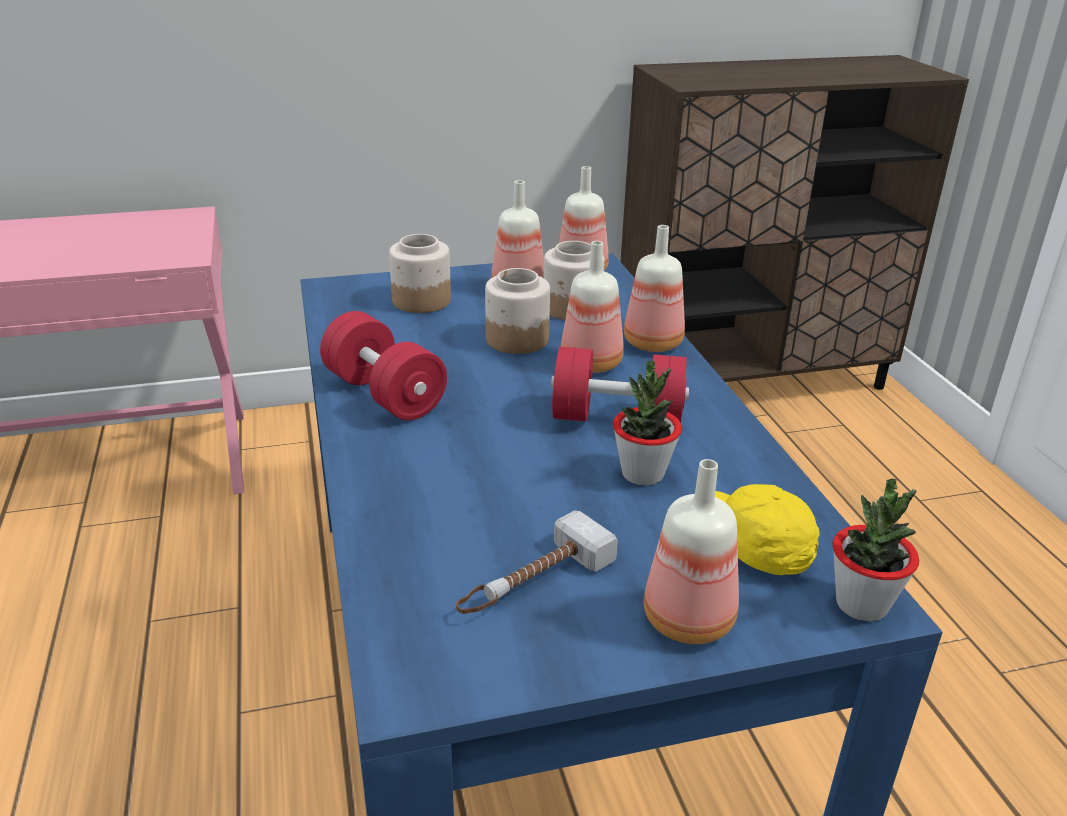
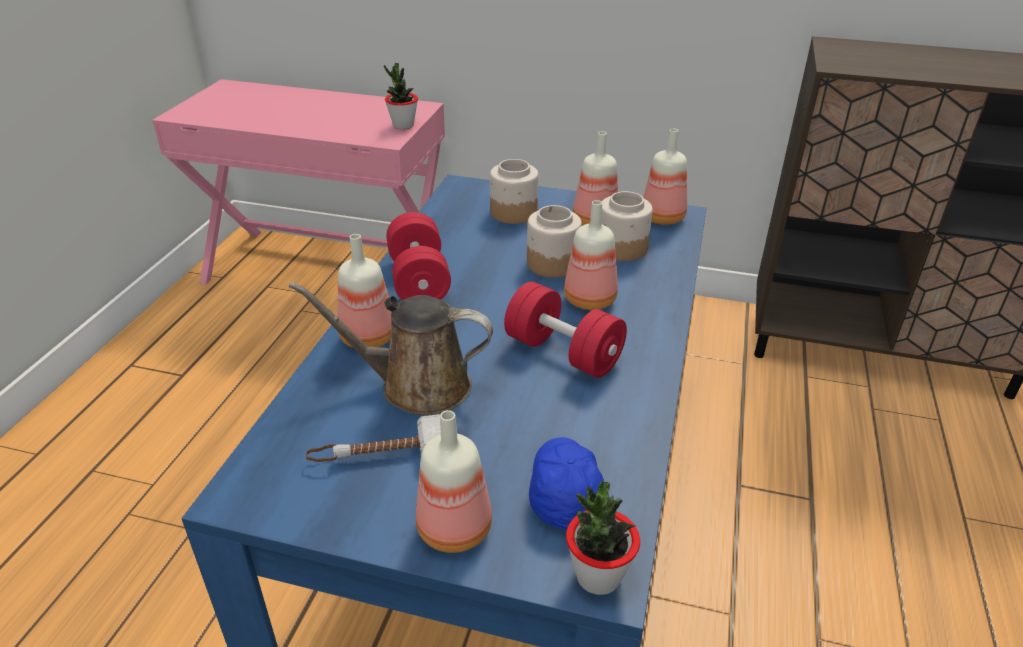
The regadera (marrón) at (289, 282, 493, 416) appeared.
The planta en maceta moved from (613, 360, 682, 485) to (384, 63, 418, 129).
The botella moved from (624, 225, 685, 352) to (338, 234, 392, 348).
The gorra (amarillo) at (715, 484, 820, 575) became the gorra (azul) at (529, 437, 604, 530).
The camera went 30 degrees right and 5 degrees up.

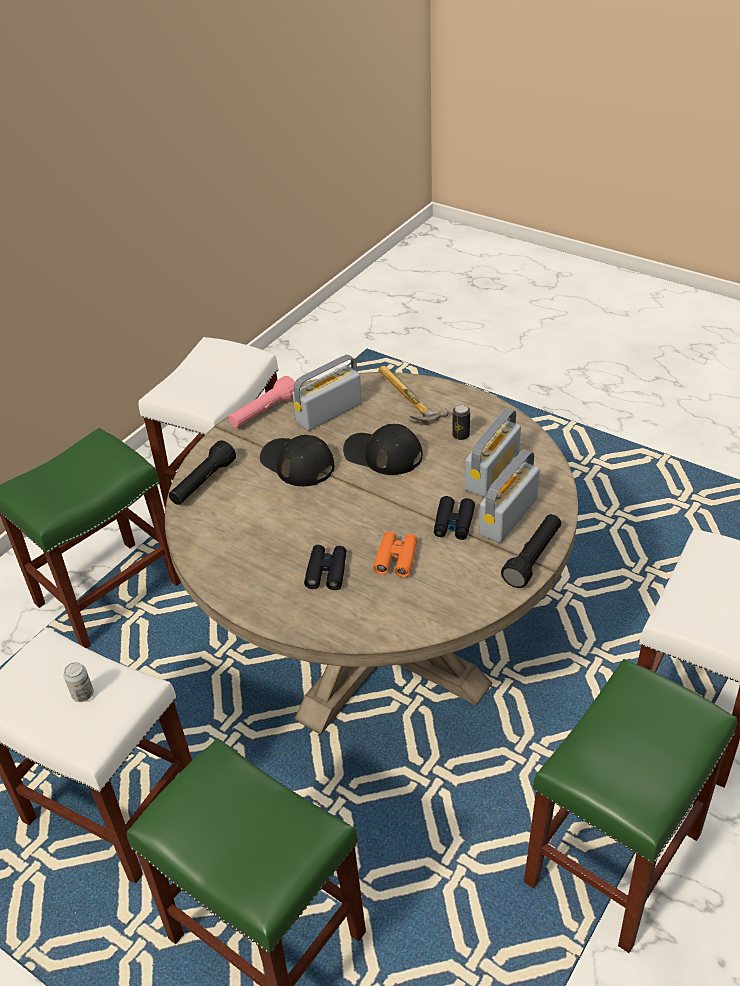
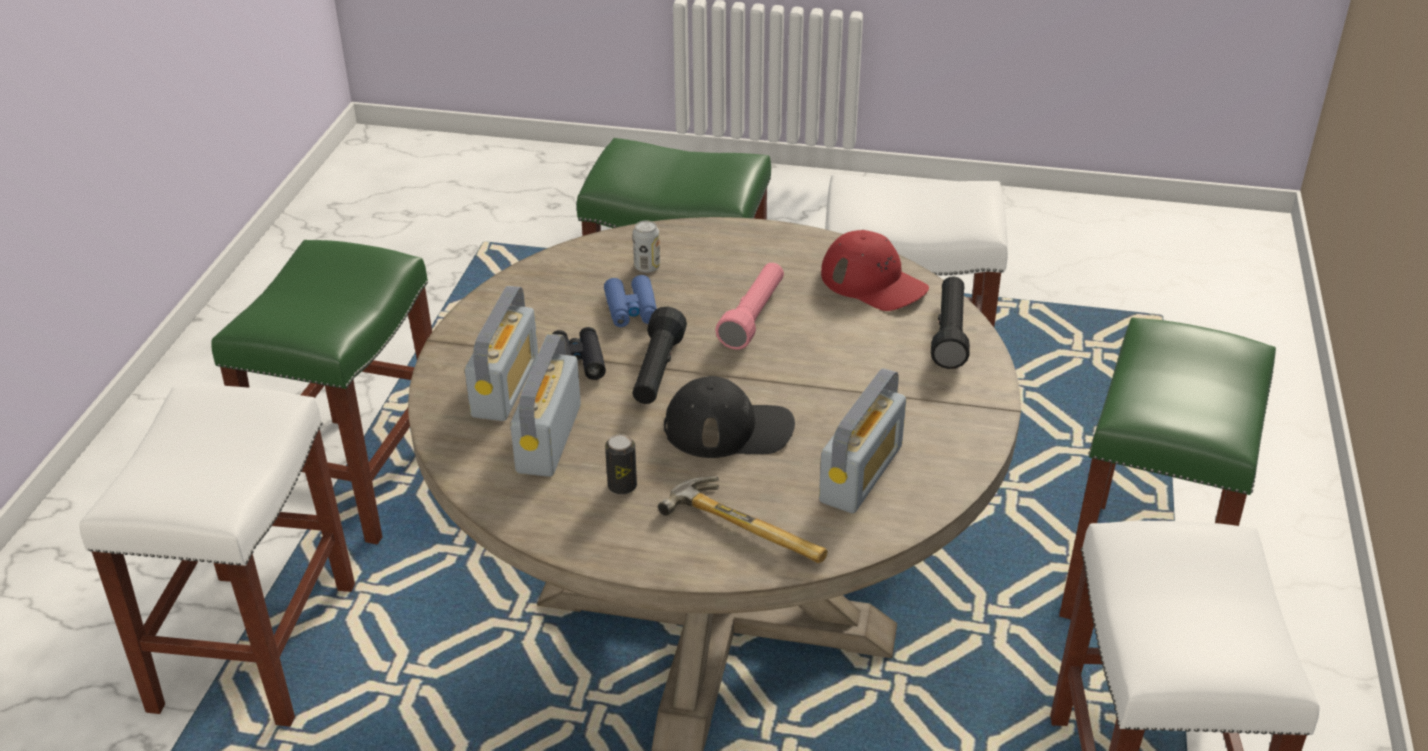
The gorra (negro) at (260, 435, 334, 486) disappeared.
The prismáticos (negro) at (304, 545, 346, 590) disappeared.
The gorra (rojo) at (821, 230, 929, 311) appeared.
The lata moved from (63, 662, 94, 702) to (633, 220, 660, 273).
The linterna (rosa) moved from (228, 376, 295, 428) to (715, 263, 784, 350).
The linterna (negro) moved from (501, 514, 561, 588) to (632, 307, 687, 404).
The prismáticos (naranja) at (373, 531, 417, 577) became the prismáticos (azul) at (604, 275, 657, 327).
The camera went 155 degrees right and 5 degrees down.

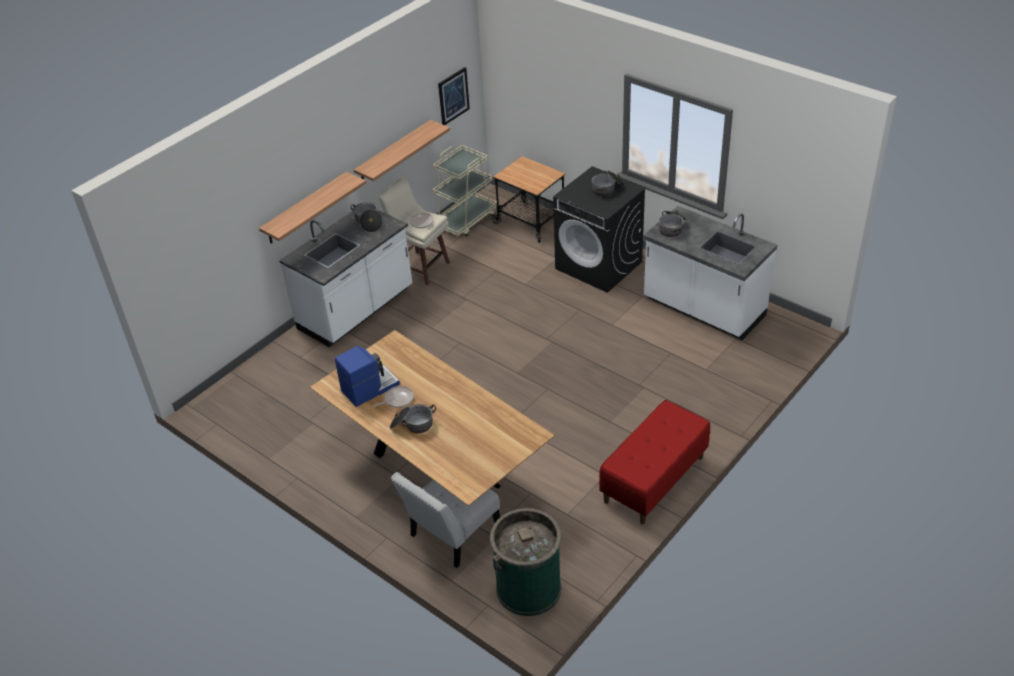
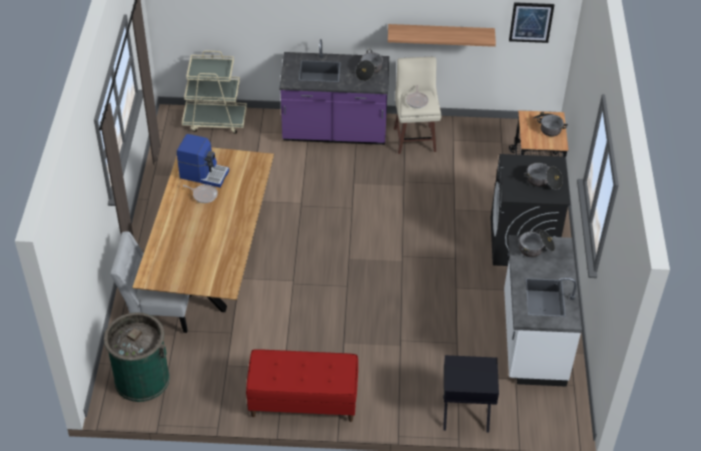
The estante at (259, 172, 366, 243) disappeared.
The mesita de noche (negro) at (443, 355, 499, 433) appeared.
The olla moved from (390, 404, 436, 433) to (532, 112, 568, 137).
The carrito (beis) moved from (433, 145, 497, 236) to (182, 51, 247, 134).
The mueble bajo de cocina (blanco) at (279, 210, 412, 347) became the mueble bajo de cocina (morado) at (279, 39, 389, 145).
The camera went 50 degrees right and 5 degrees up.

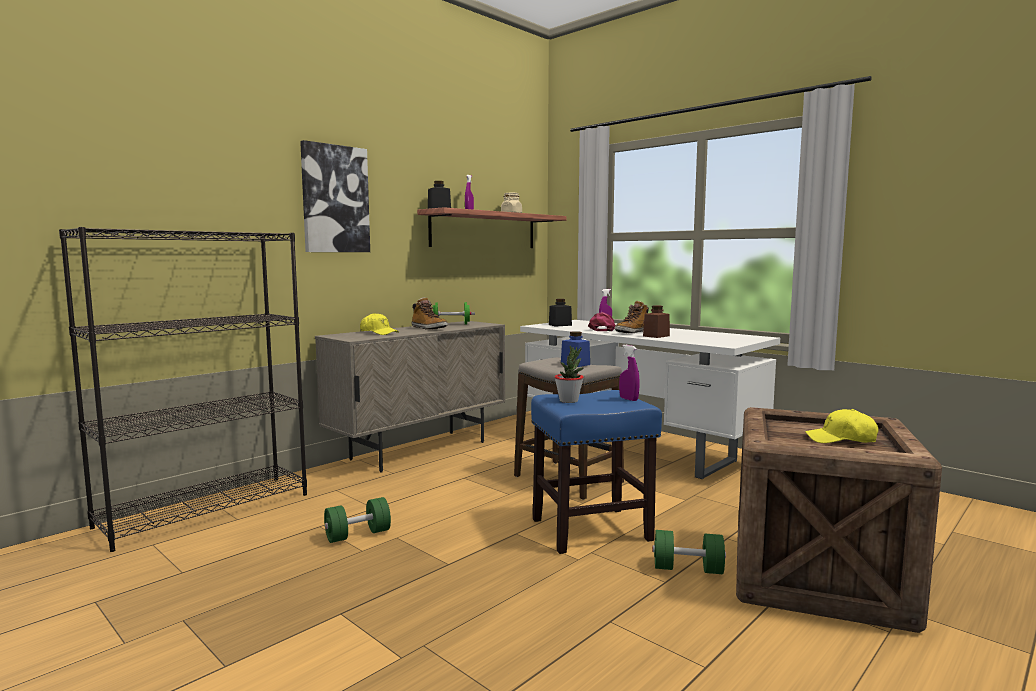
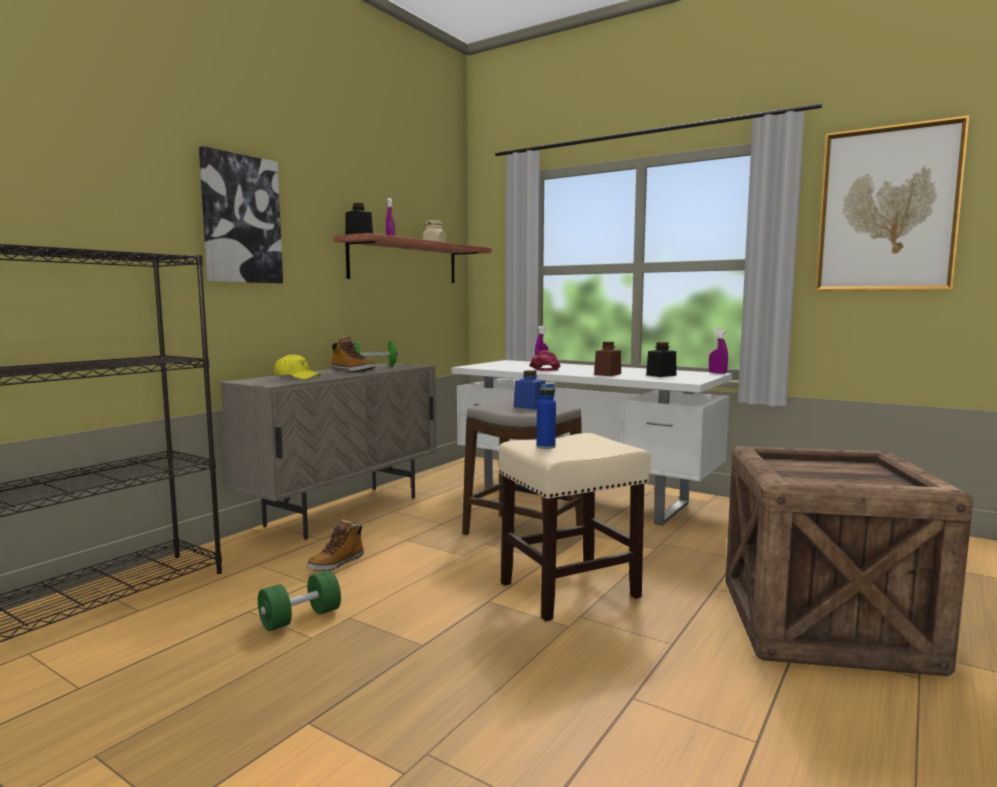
The mancuerna (verde) at (653, 530, 726, 574) disappeared.
The gorra (amarillo) at (805, 409, 878, 443) disappeared.
The cuadro at (815, 115, 970, 291) appeared.
The tarro (negro) moved from (549, 299, 572, 327) to (646, 342, 676, 377).
The bota moved from (615, 300, 649, 333) to (307, 519, 364, 571).
The pulverizador (morado) moved from (619, 345, 640, 401) to (709, 329, 728, 374).
The planta en maceta at (555, 346, 584, 403) was replaced by the botella (azul) at (537, 384, 556, 449).
The taburete (azul) at (531, 390, 662, 554) became the taburete (beis) at (499, 433, 650, 621).
The camera went 10 degrees left and 0 degrees up.

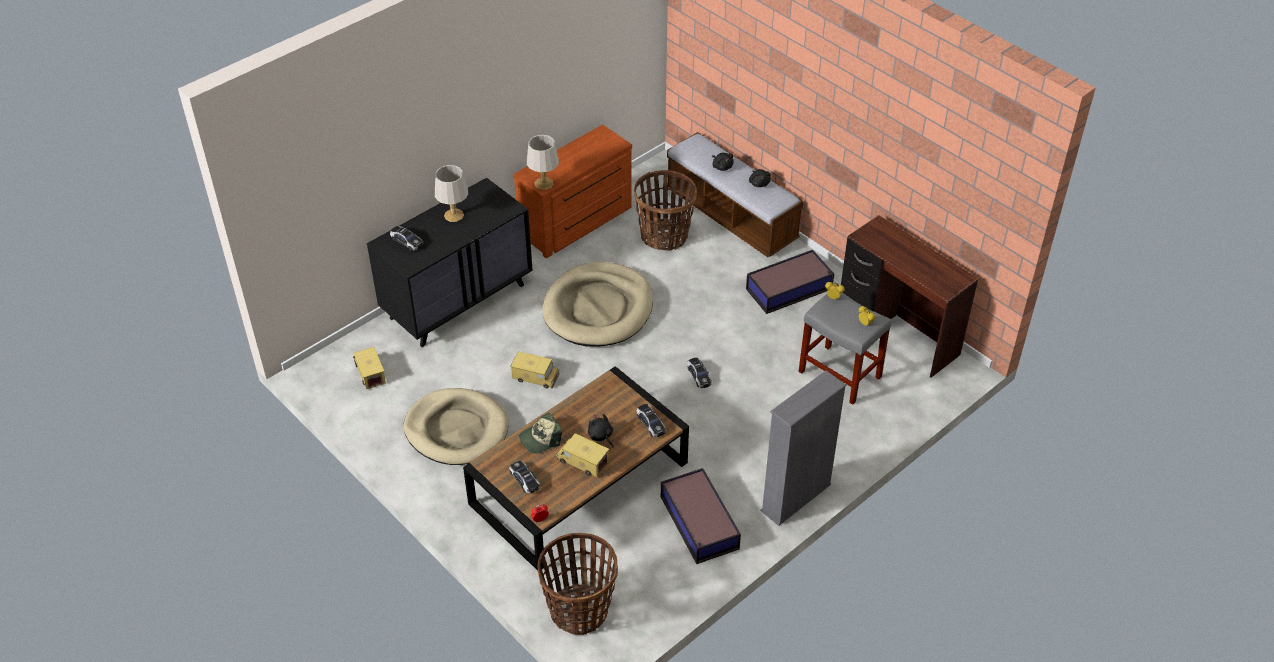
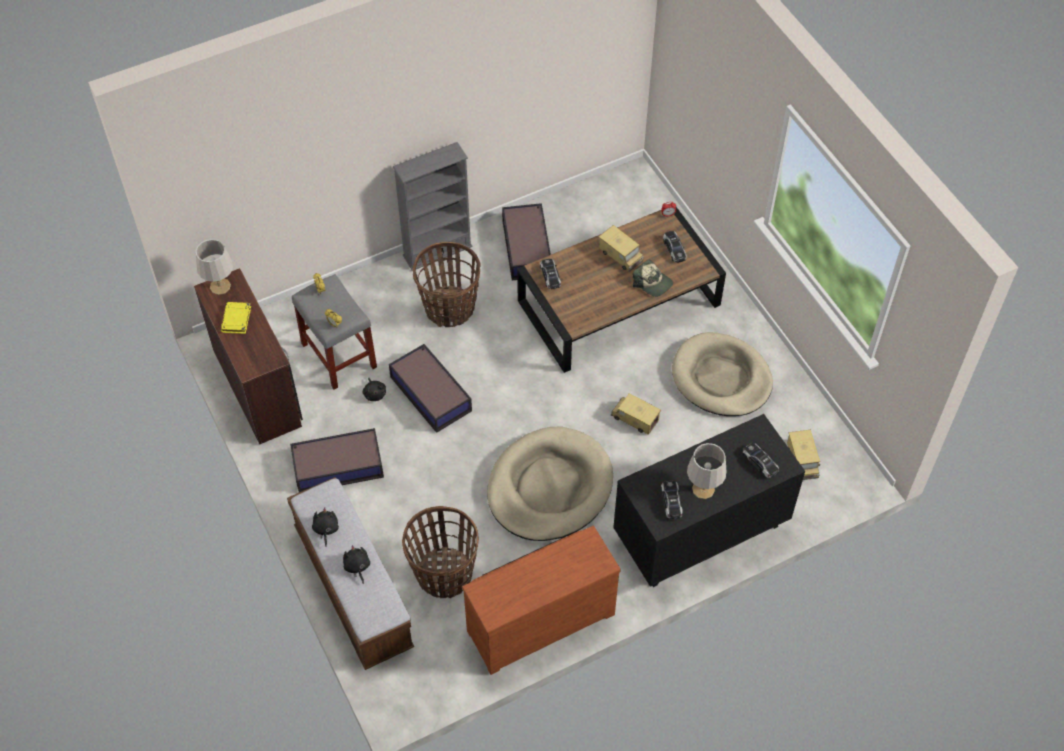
The libro (amarillo) at (221, 302, 251, 334) appeared.
The caja de almacenaje at (389, 344, 472, 433) appeared.
The lámpara de mesa (gris) moved from (527, 135, 559, 190) to (196, 239, 233, 295).
The cesta moved from (538, 533, 618, 635) to (413, 242, 481, 327).
The peluche (negro) moved from (588, 414, 613, 448) to (363, 378, 386, 401).
The coche de juguete moved from (687, 358, 712, 388) to (661, 480, 683, 519).
The gorra at (519, 413, 562, 454) turned 60 degrees clockwise.
The camera went 165 degrees left and 10 degrees up.

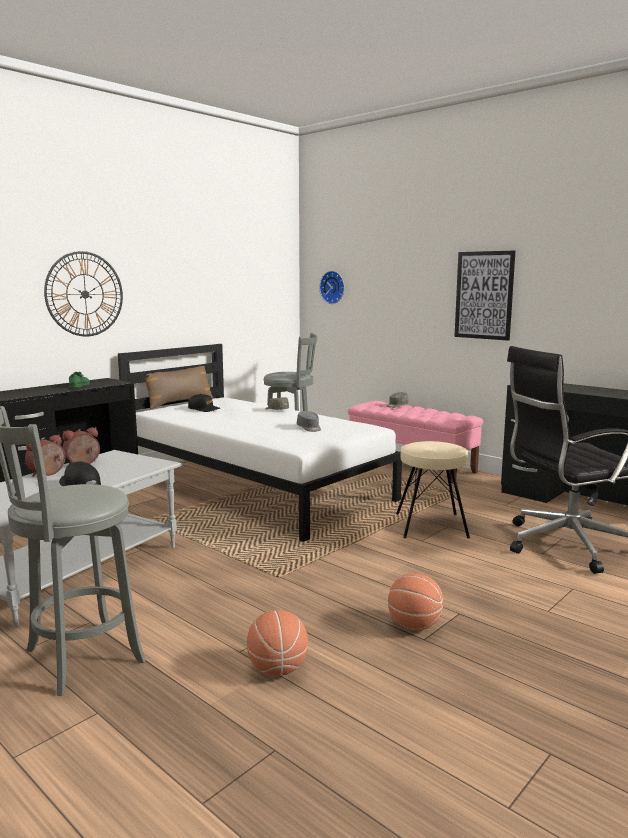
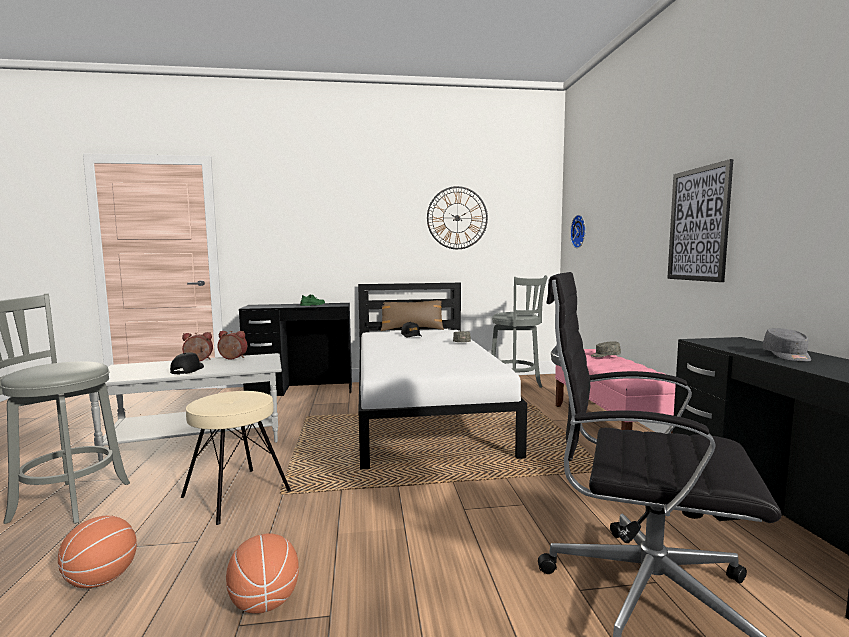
The reloj de pared moved from (44, 251, 123, 336) to (427, 186, 488, 249).
The gorra (gris) moved from (297, 411, 321, 432) to (763, 328, 811, 361).
The taburete (beis) moved from (396, 441, 470, 538) to (181, 391, 291, 525).
The camera went 40 degrees right and 5 degrees down.

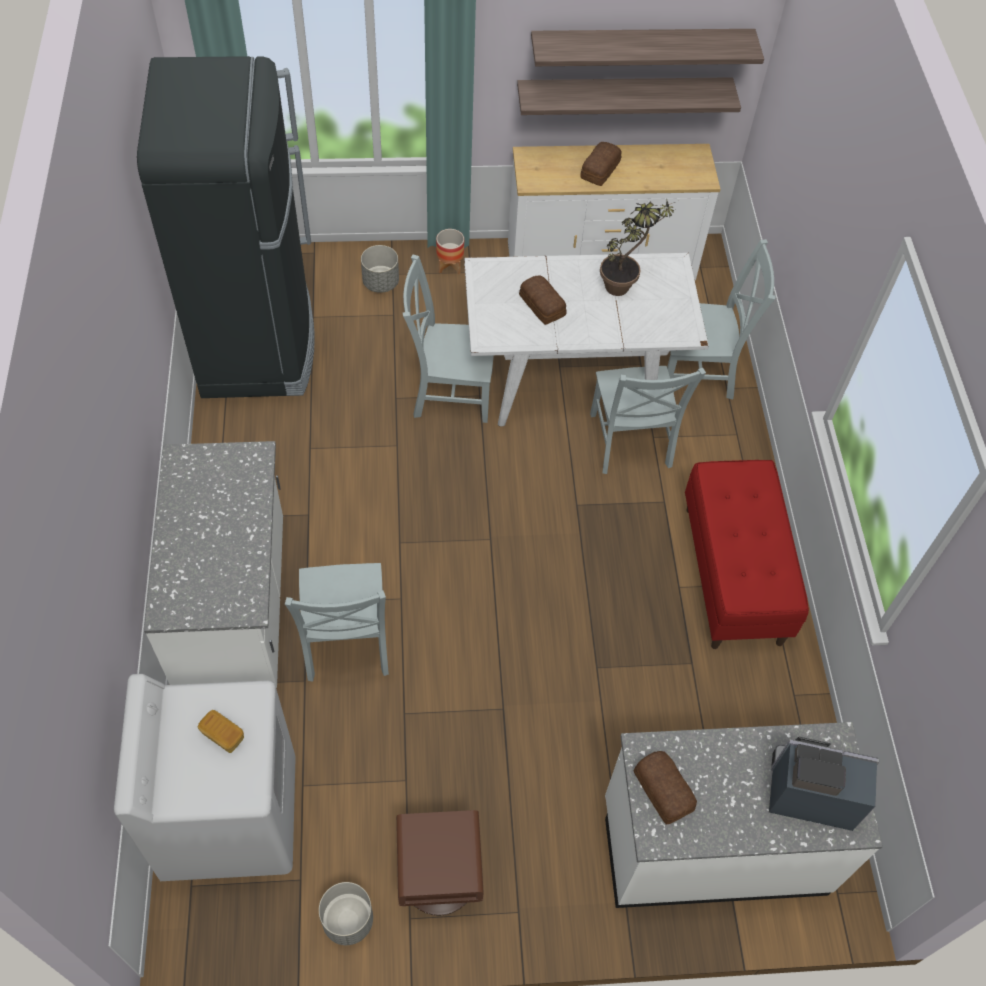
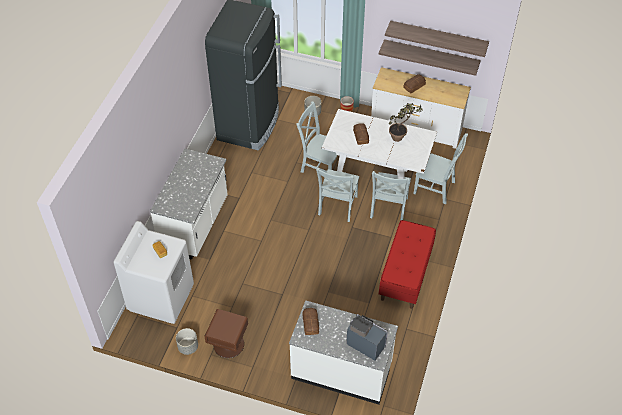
The silla (gris) moved from (285, 563, 389, 682) to (316, 168, 359, 222).
The camera went 25 degrees right and 5 degrees down.

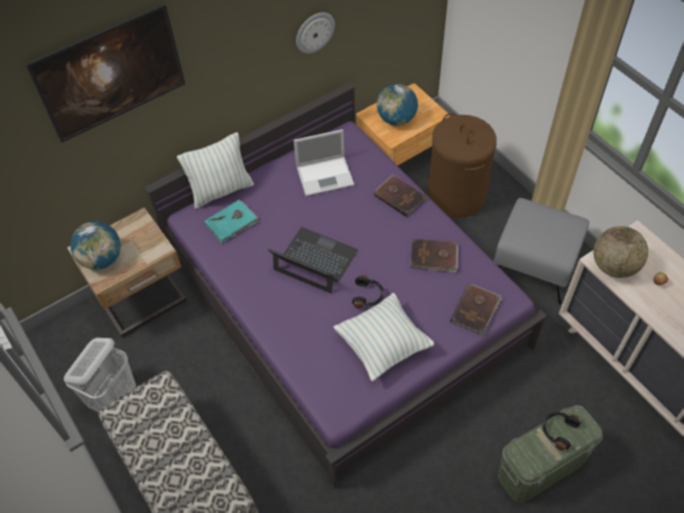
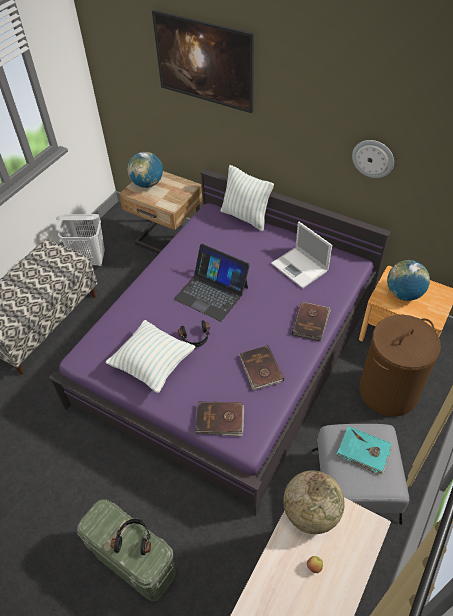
The libro (turquesa) moved from (204, 200, 259, 243) to (336, 426, 392, 476).
The portátil at (268, 227, 358, 293) turned 120 degrees clockwise.
The camera went 65 degrees right and 5 degrees down.

